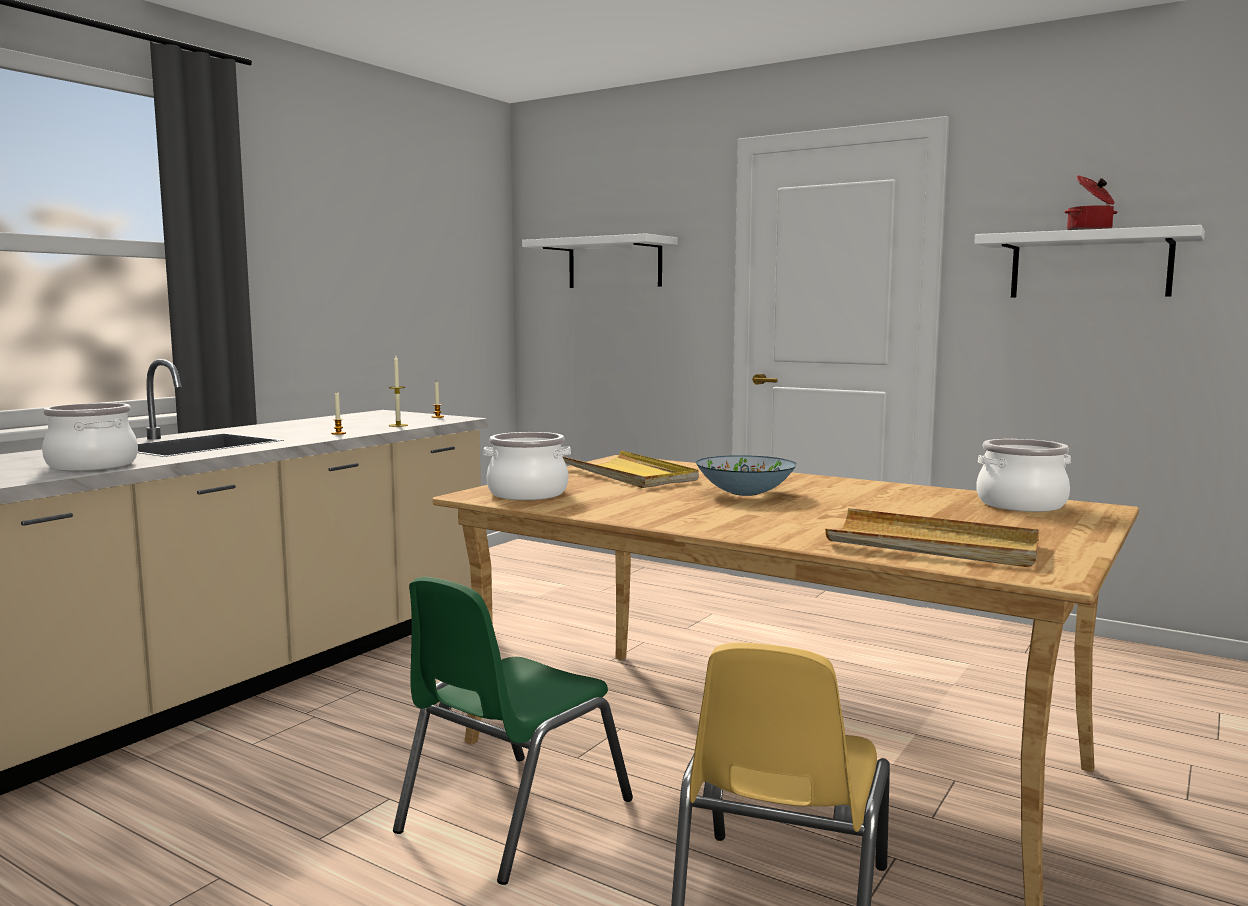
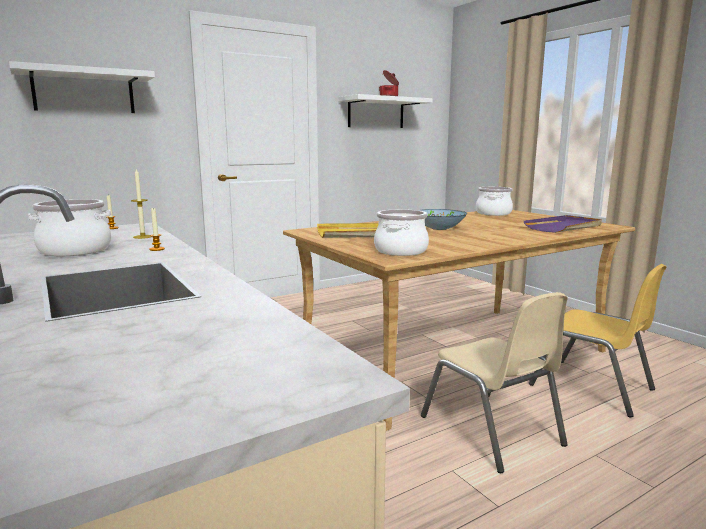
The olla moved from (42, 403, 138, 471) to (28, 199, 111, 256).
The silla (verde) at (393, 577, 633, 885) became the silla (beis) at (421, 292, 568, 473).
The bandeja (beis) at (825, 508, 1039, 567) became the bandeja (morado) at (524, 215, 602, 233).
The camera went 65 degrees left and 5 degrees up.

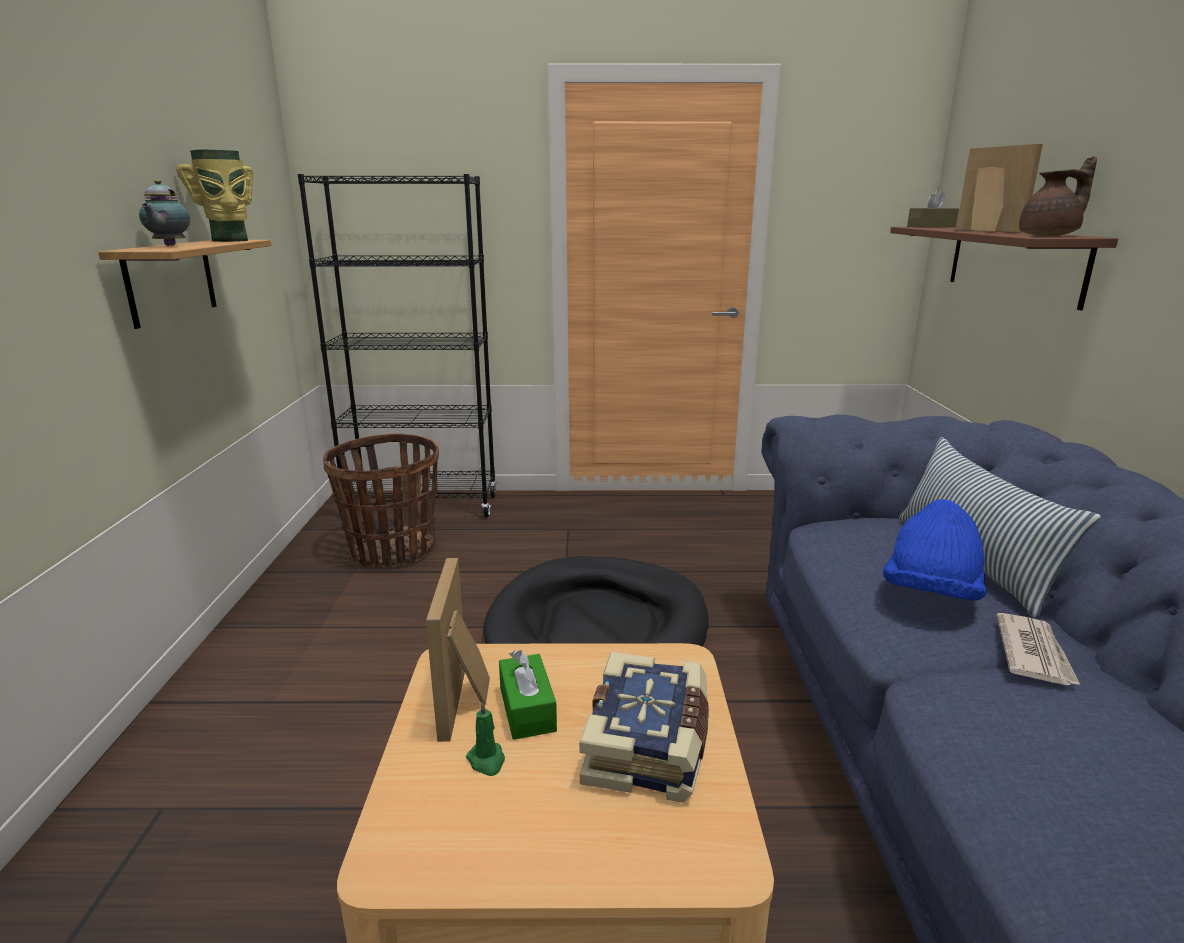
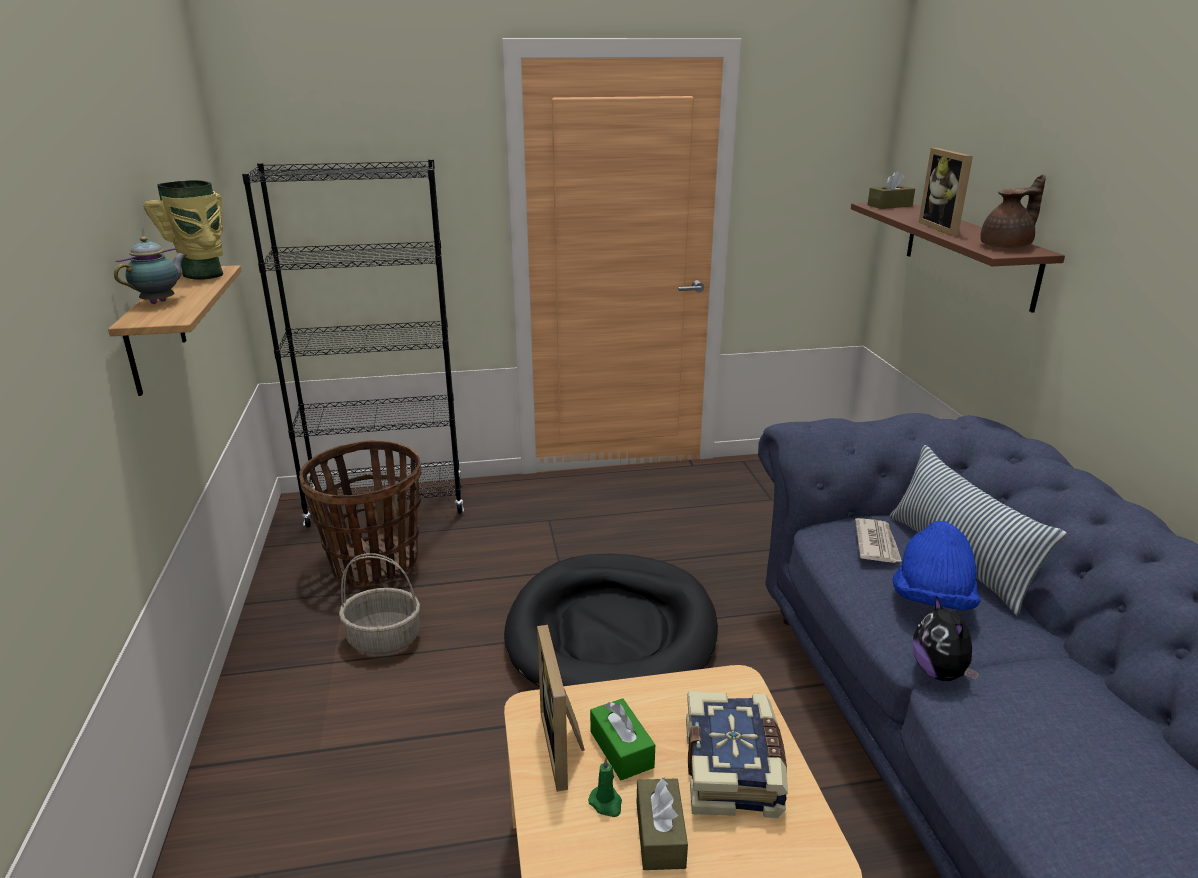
The cesta at (339, 553, 420, 655) appeared.
The caja de pañuelos (marrón) at (637, 777, 688, 870) appeared.
The peluche at (913, 596, 980, 681) appeared.
The periódico moved from (996, 613, 1080, 685) to (855, 518, 902, 563).
The tetera at (139, 179, 190, 246) turned 135 degrees counterclockwise.
The portarretratos at (956, 144, 1043, 233) turned 150 degrees counterclockwise.
The camera went 10 degrees left and 5 degrees up.

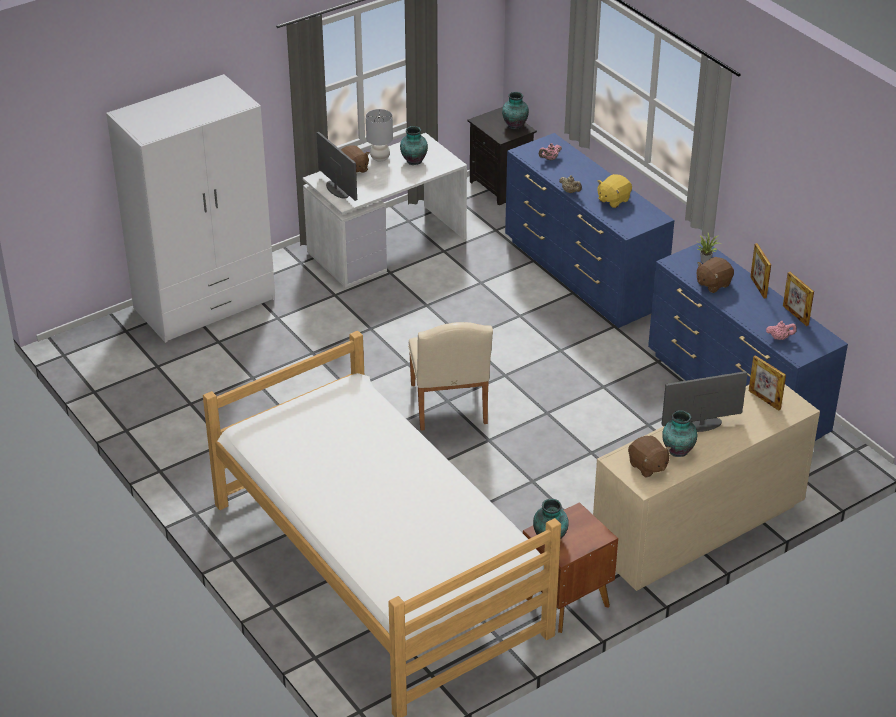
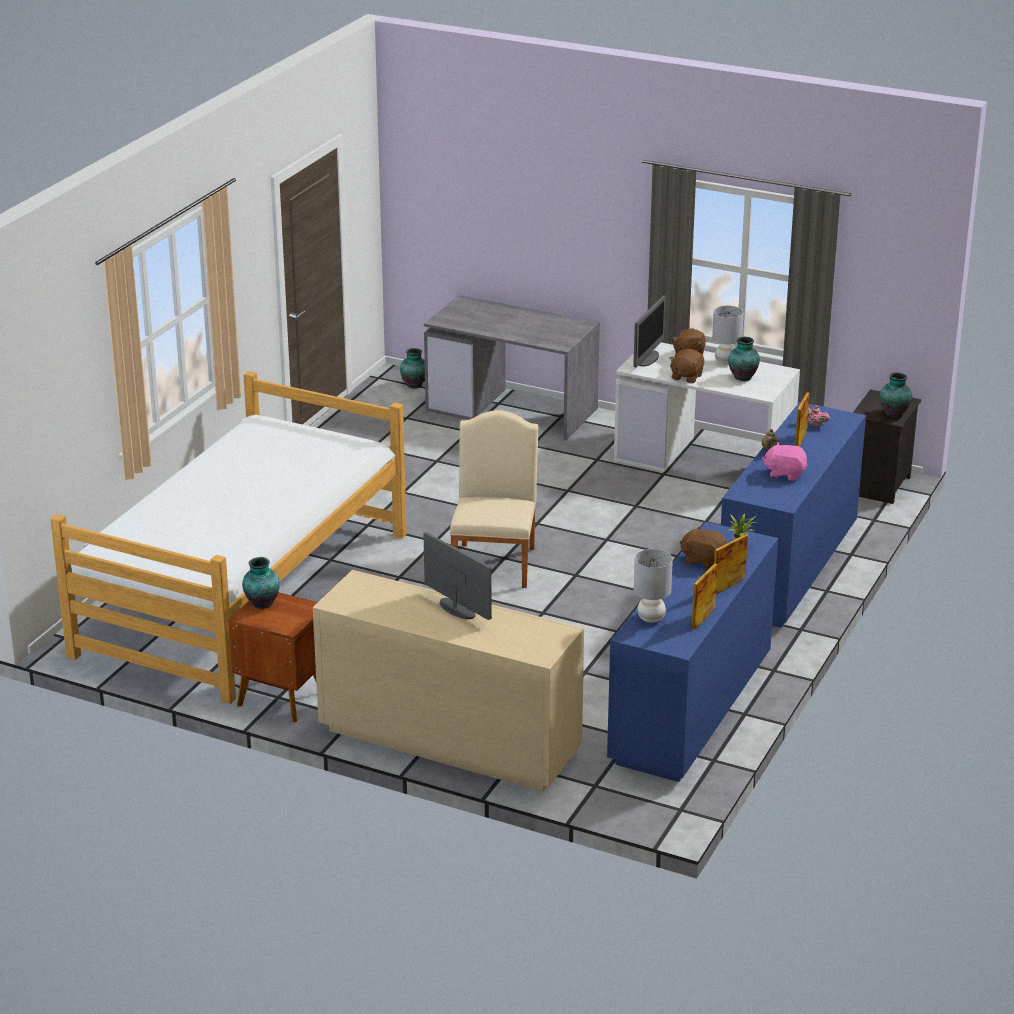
The peluche (marrón) moved from (628, 436, 671, 477) to (669, 349, 704, 383).
The florero moved from (662, 410, 697, 457) to (400, 348, 425, 389).
The portarretratos moved from (749, 355, 786, 411) to (795, 392, 810, 447).
The armario ropero (blanco) at (106, 74, 275, 343) was replaced by the escritorio (gris) at (424, 295, 600, 440).
The tetera (rosa) at (766, 321, 797, 340) was replaced by the lámpara de mesa (gris) at (634, 549, 673, 623).
The peluche (amarillo) at (597, 174, 632, 208) became the peluche (rosa) at (762, 442, 808, 481).
The silla (beis) at (408, 322, 493, 431) turned 135 degrees clockwise.
The camera went 60 degrees right and 10 degrees down.

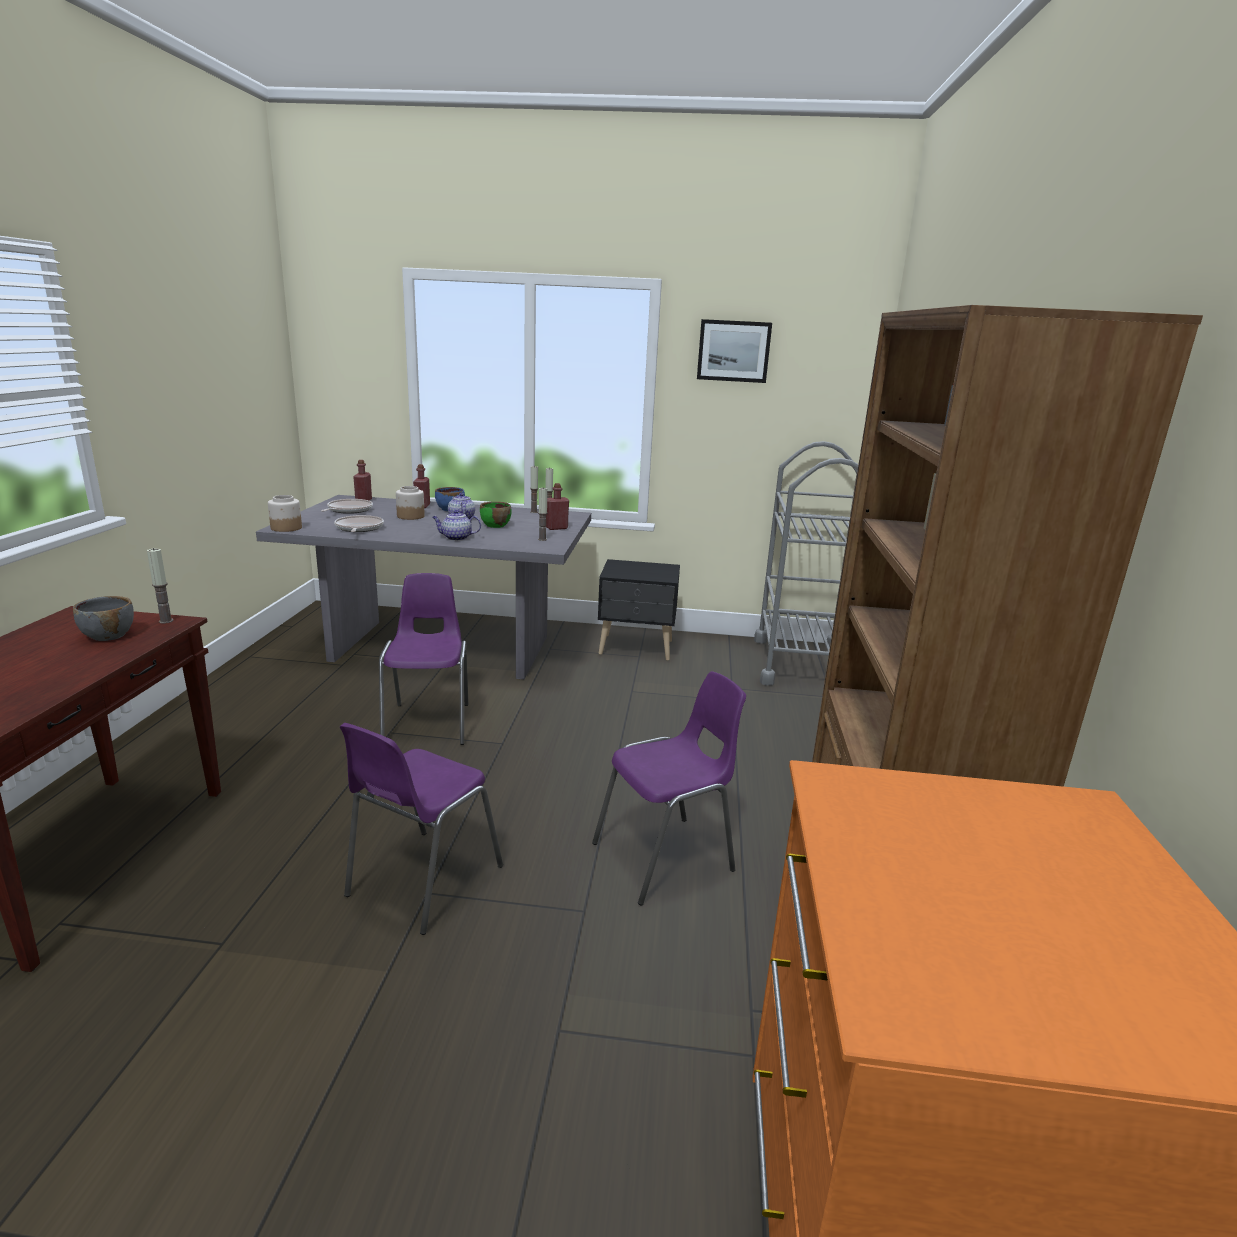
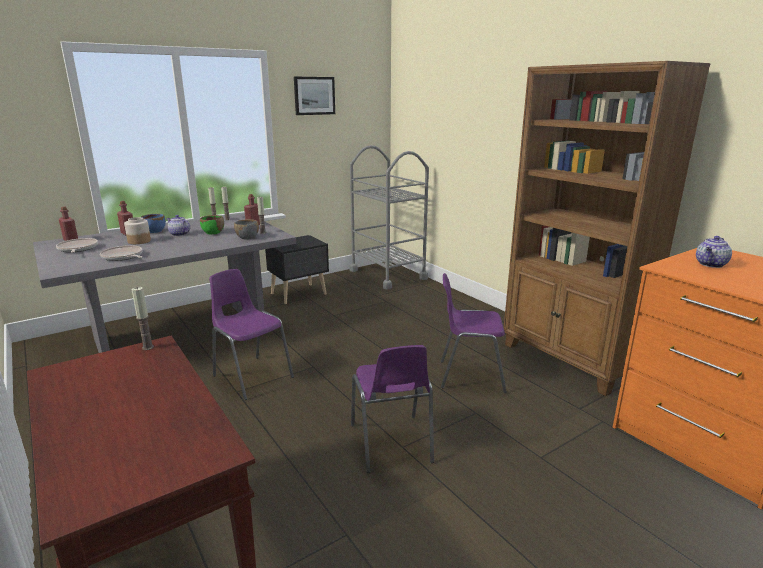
The tarro at (268, 495, 302, 532) disappeared.
The cuenco (gris) moved from (73, 596, 134, 641) to (234, 219, 259, 240).
The tetera moved from (432, 510, 481, 541) to (696, 236, 732, 268).
The silla (morado) at (592, 671, 746, 906) turned 105 degrees counterclockwise.
The camera went 40 degrees left and 0 degrees up.

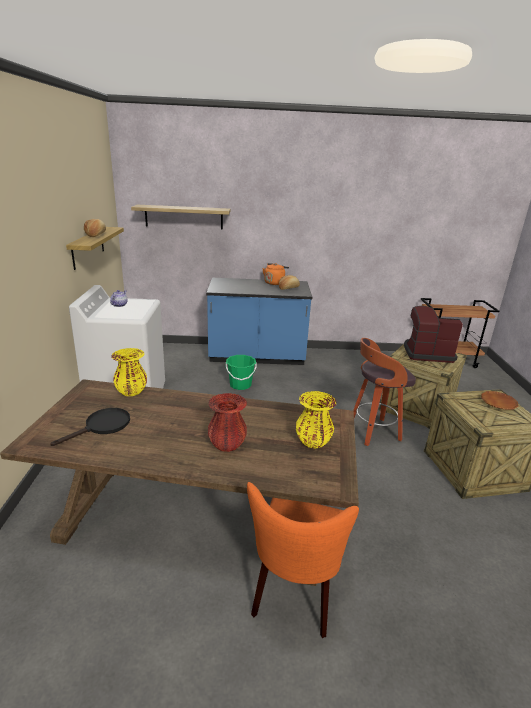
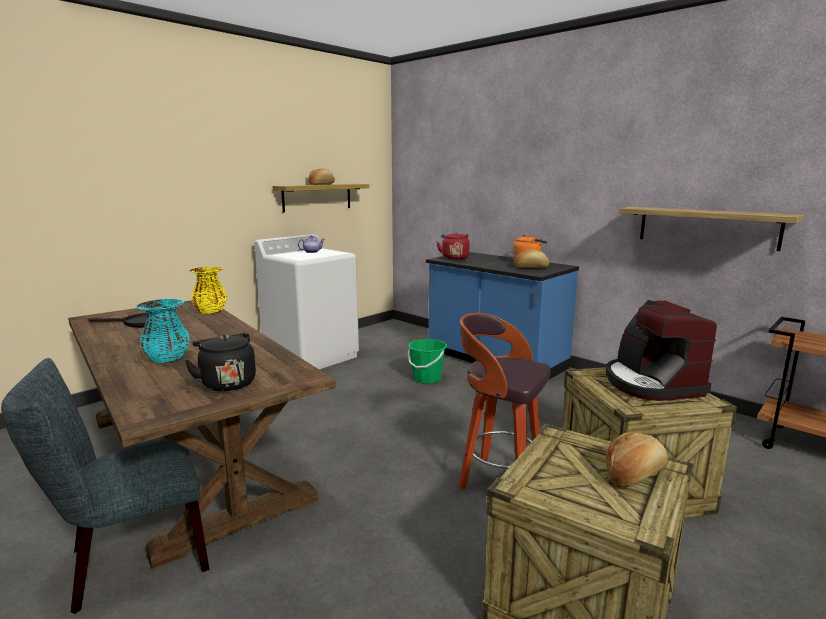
The hervidor (rojo) at (437, 232, 470, 260) appeared.
The estante moved from (131, 205, 230, 230) to (619, 207, 804, 251).
The florero (amarillo) at (296, 391, 336, 449) was replaced by the hervidor (negro) at (185, 333, 256, 391).
The plato (marrón) at (481, 391, 519, 410) was replaced by the pan at (606, 433, 668, 487).
The florero (rojo) at (208, 393, 247, 452) became the florero (turquesa) at (136, 299, 190, 363).
The silla (naranja) at (247, 482, 359, 638) became the silla (gris) at (1, 358, 209, 614).
The cafetera at (404, 306, 463, 363) turned 150 degrees counterclockwise.
The camera went 45 degrees right and 10 degrees down.

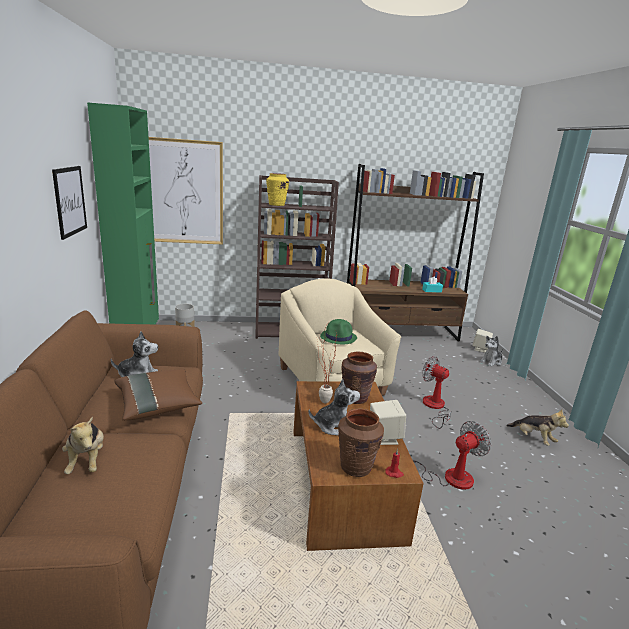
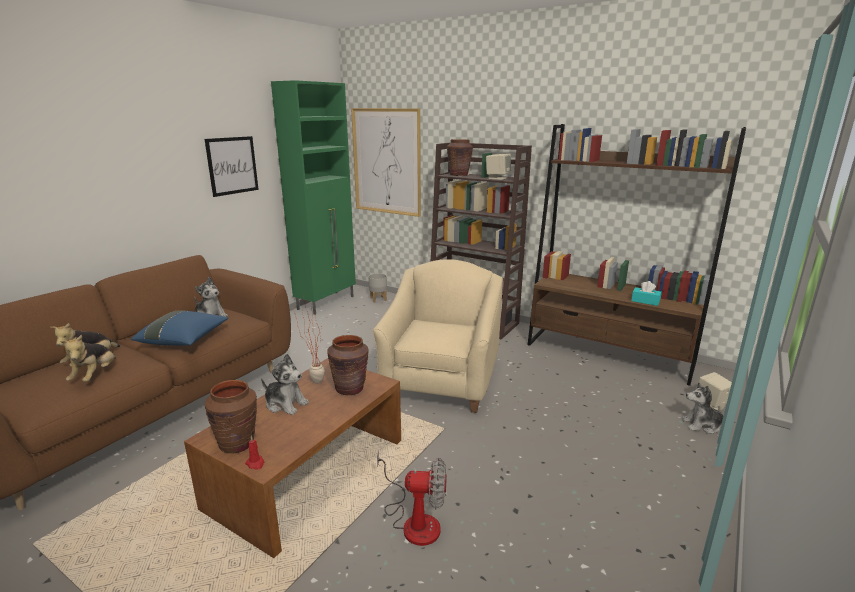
The sombrero (verde) at (320, 319, 357, 344) disappeared.
The ventilador at (422, 356, 451, 429) disappeared.
The altavoz (beis) moved from (370, 400, 406, 445) to (486, 153, 511, 180).
The peluche moved from (506, 409, 569, 446) to (60, 335, 116, 382).
The cojín (marrón) at (114, 369, 202, 421) became the cojín (azul) at (131, 311, 228, 346).
The florero (amarillo) at (266, 173, 289, 206) became the florero (marrón) at (447, 139, 473, 176).
The camera went 40 degrees right and 0 degrees up.

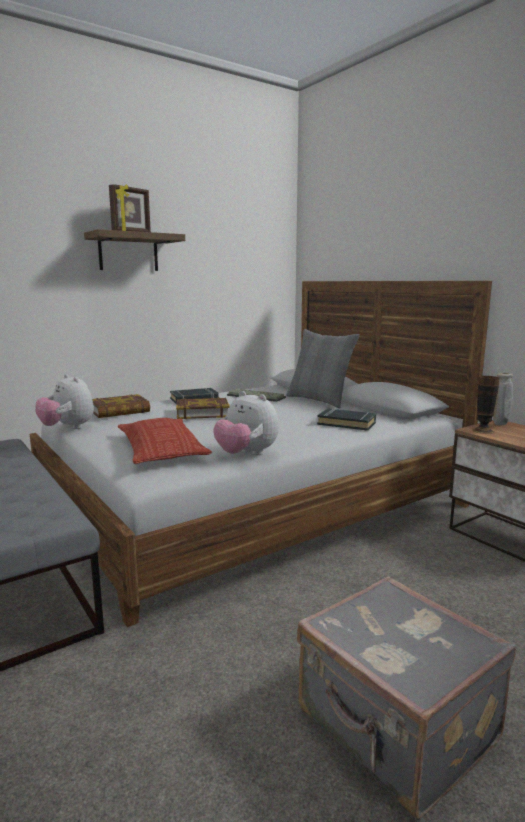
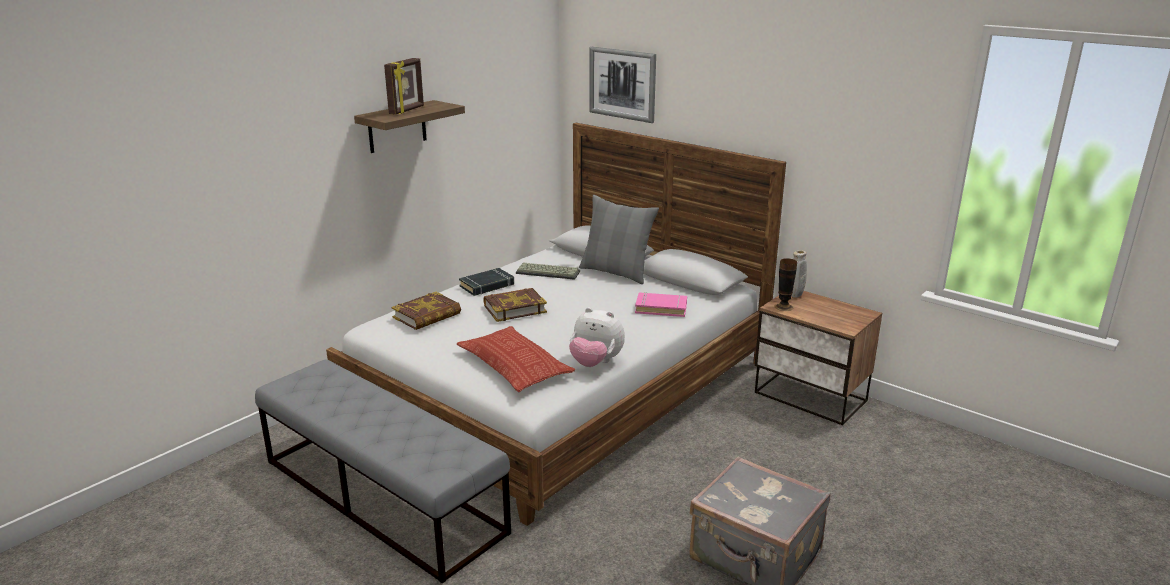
The peluche at (35, 374, 94, 429) disappeared.
The cuadro at (589, 47, 656, 123) appeared.
The libro (negro) at (317, 408, 376, 431) became the libro (rosa) at (635, 292, 687, 317).
The camera went 15 degrees left and 10 degrees up.

